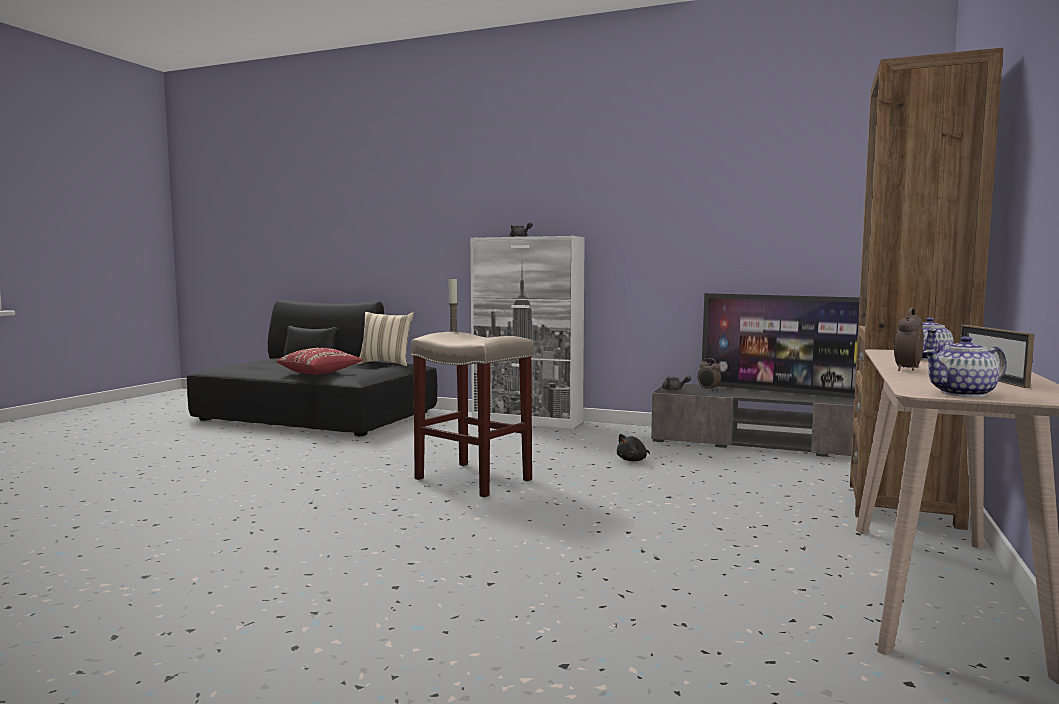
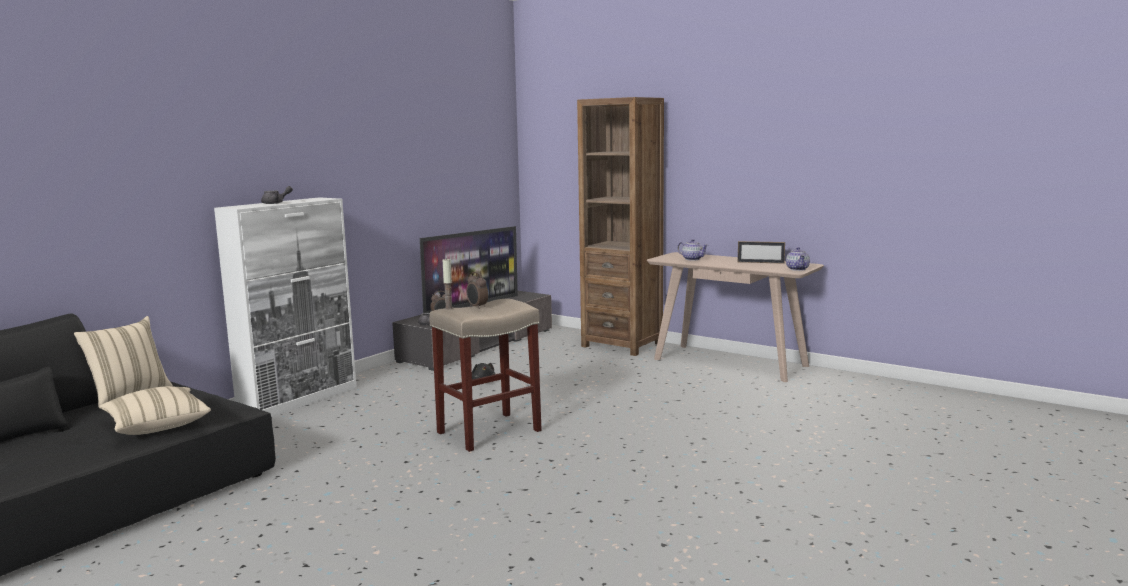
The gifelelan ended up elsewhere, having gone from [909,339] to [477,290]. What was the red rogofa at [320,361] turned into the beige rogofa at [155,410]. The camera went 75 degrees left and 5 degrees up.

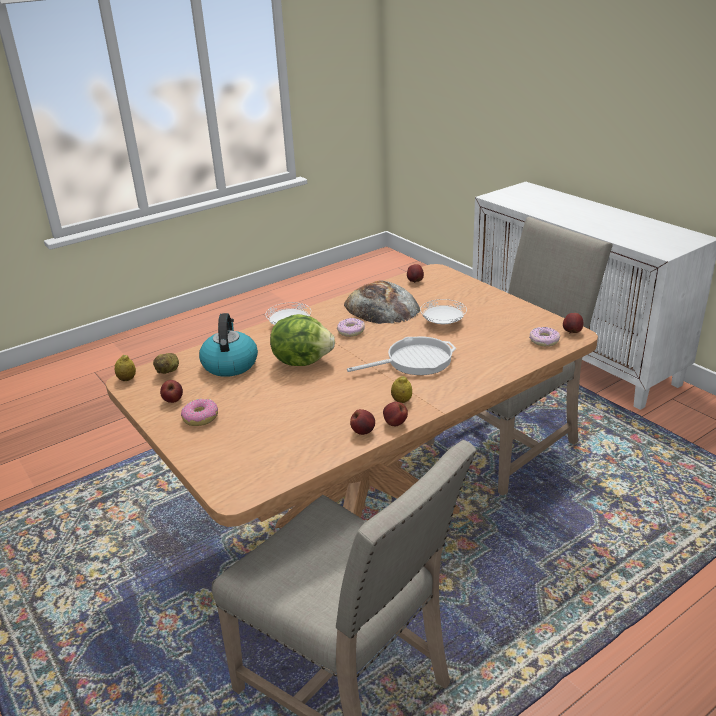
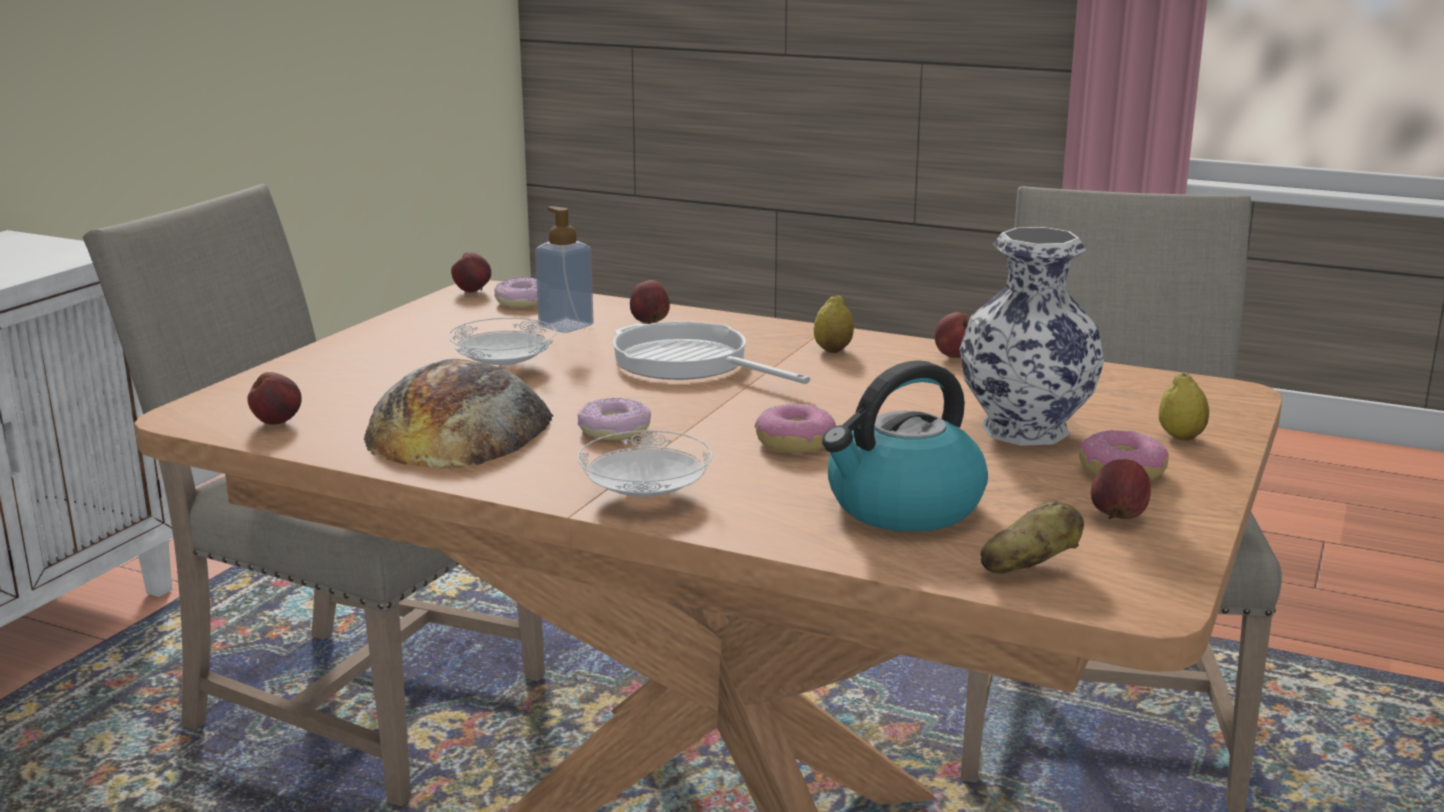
The second view gained the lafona at [564,269]. The second view gained the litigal at [1032,336]. The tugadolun ended up elsewhere, having gone from [125,368] to [1184,407]. The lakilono ended up elsewhere, having gone from [395,414] to [650,302]. Where the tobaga stood at [302,340], the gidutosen came to stand at [795,428]. The camera went 120 degrees left and 10 degrees down.

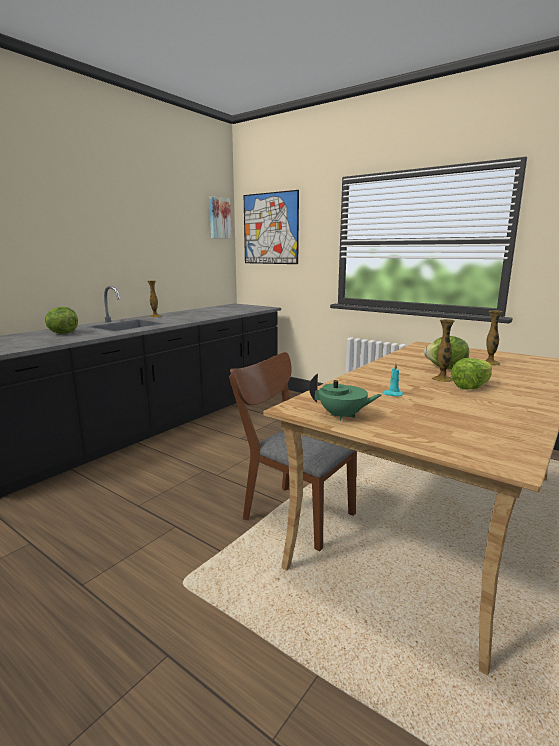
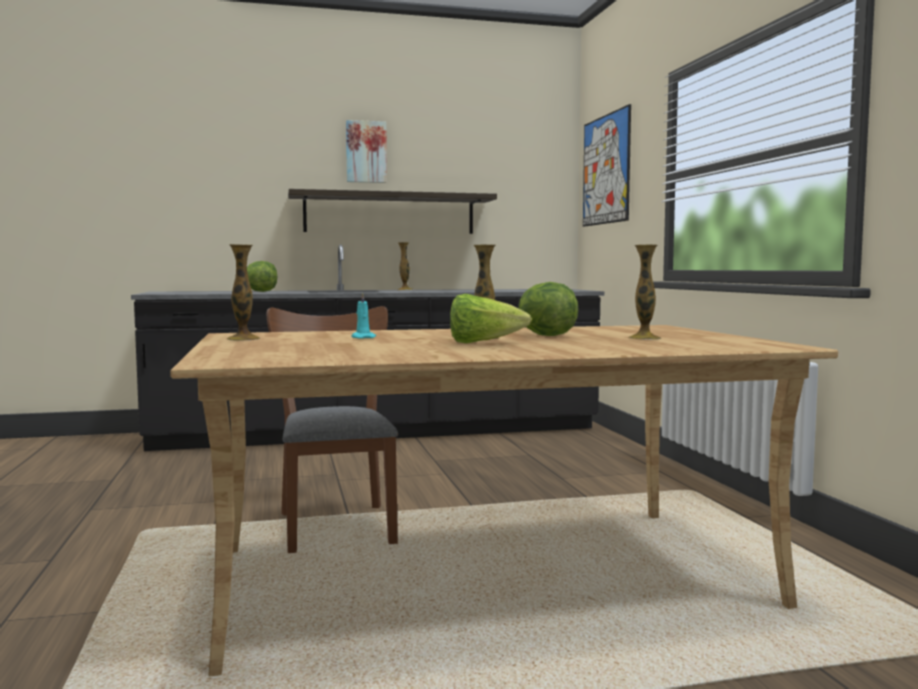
The second view gained the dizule at [392,211]. The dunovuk ended up elsewhere, having gone from [220,218] to [366,151]. Where the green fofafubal stood at [345,397], the litigal came to stand at [244,292]. The camera went 40 degrees right and 10 degrees down.

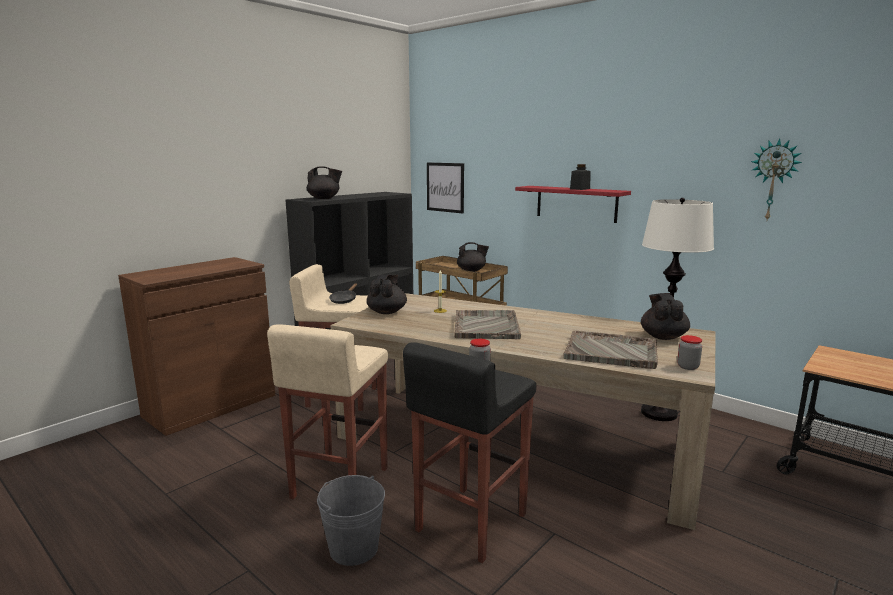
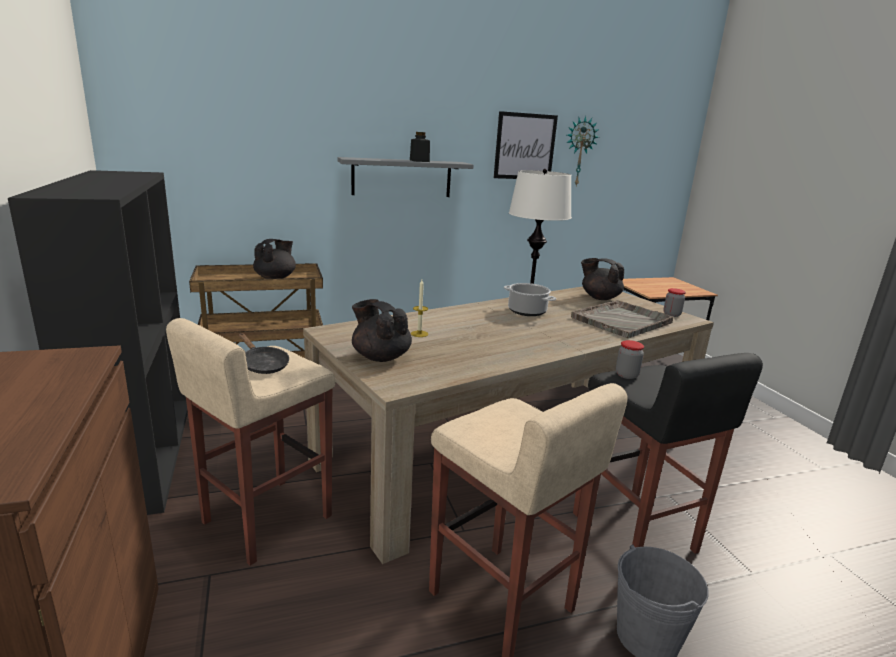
The second view lost the black fofafubal at [324,182]. The second view lost the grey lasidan at [487,324]. The second view gained the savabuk at [530,299]. The dunovuk ended up elsewhere, having gone from [445,187] to [526,145]. What was the red dizule at [573,204] turned into the grey dizule at [405,177]. The camera went 60 degrees left and 5 degrees up.

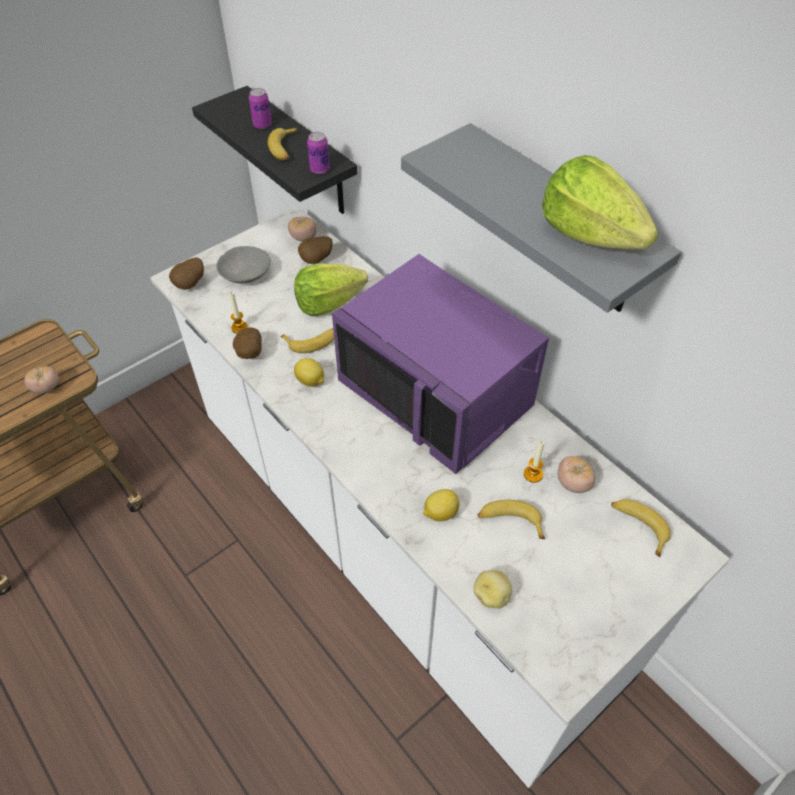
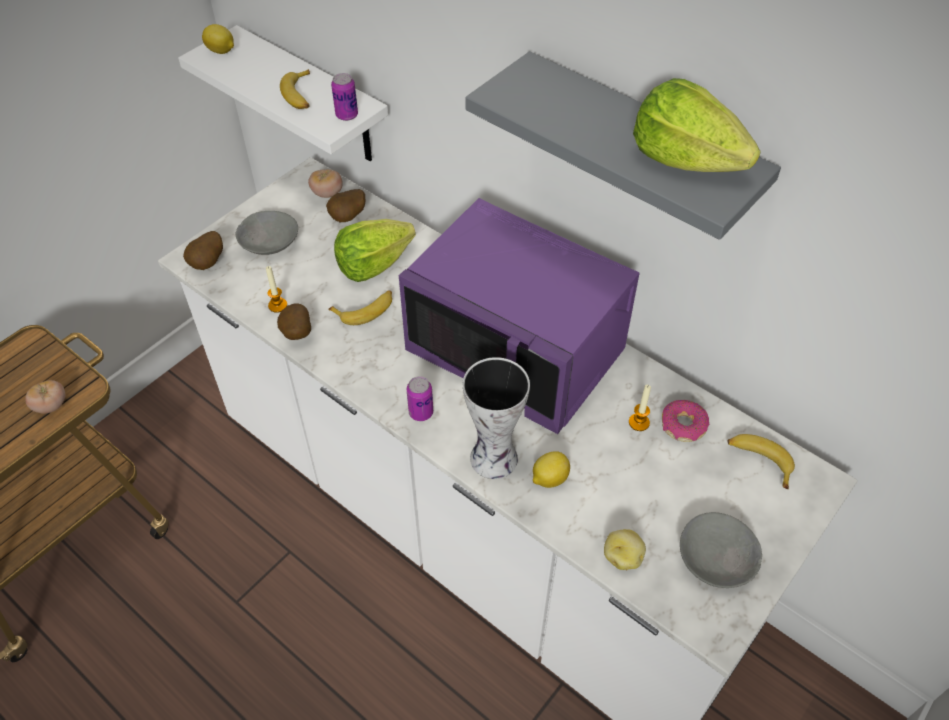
The second view lost the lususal at [511,519]. The second view gained the litigal at [496,418]. The second view gained the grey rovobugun at [721,550]. The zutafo ended up elsewhere, having gone from [260,108] to [419,398]. The tugadolun ended up elsewhere, having gone from [309,372] to [218,39]. Where the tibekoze stood at [576,474], the gidutosen came to stand at [685,421]. What was the black dizule at [274,150] turned into the white dizule at [283,93]. The camera went 10 degrees left and 0 degrees up.

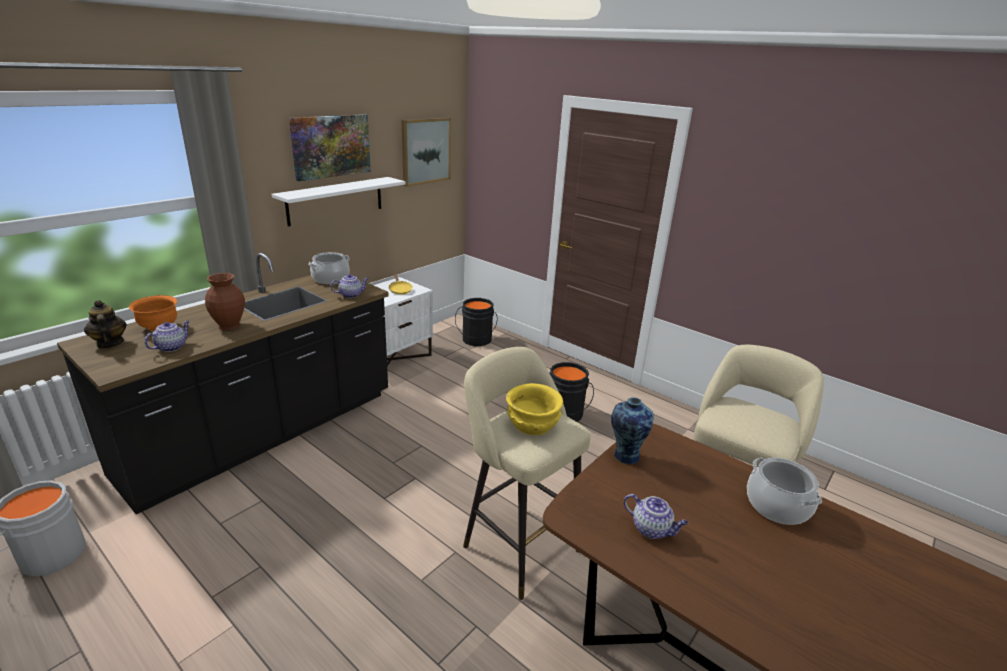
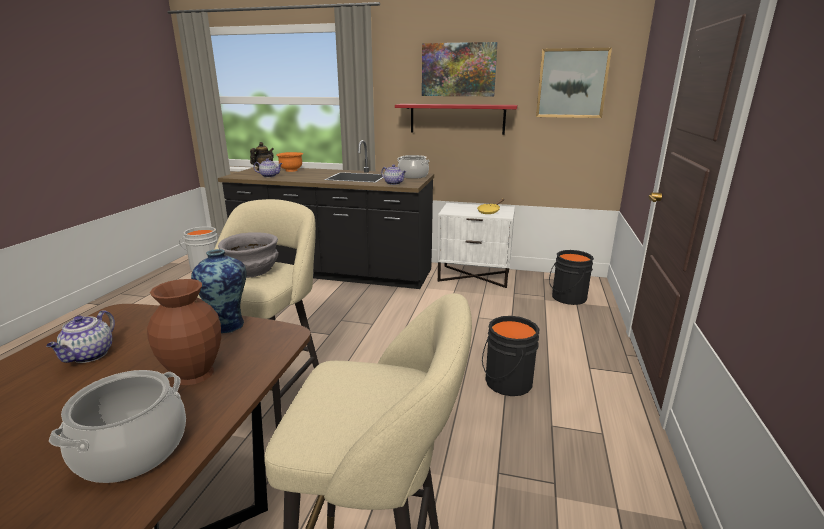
The brown litigal ended up elsewhere, having gone from [225,301] to [184,332]. What was the white dizule at [338,202] turned into the red dizule at [456,119]. What was the yellow rovobugun at [534,409] turned into the grey rovobugun at [248,255]. The camera went 65 degrees right and 5 degrees down.

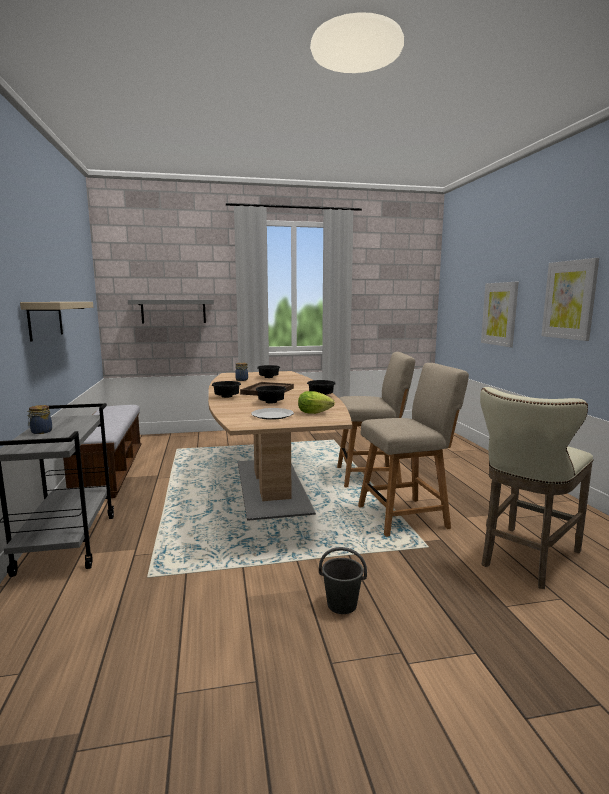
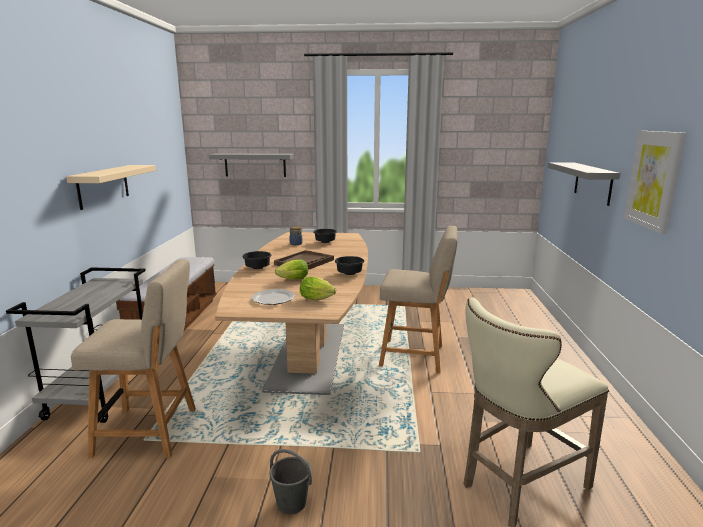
The second view lost the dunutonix at [39,419]. The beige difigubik ended up elsewhere, having gone from [413,450] to [133,358]. Where the black rovobugun stood at [271,394], the tobaga came to stand at [291,269]. Where the dunovuk hung at [499,314], the grey dizule came to hang at [584,184]. The camera went 15 degrees right and 5 degrees up.

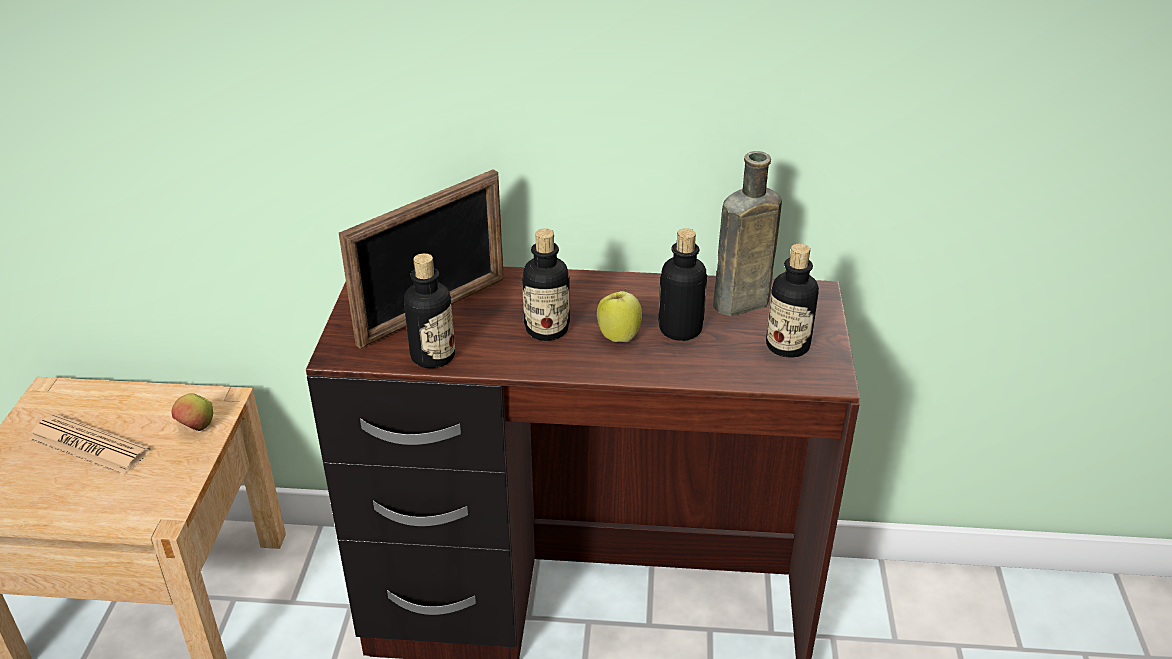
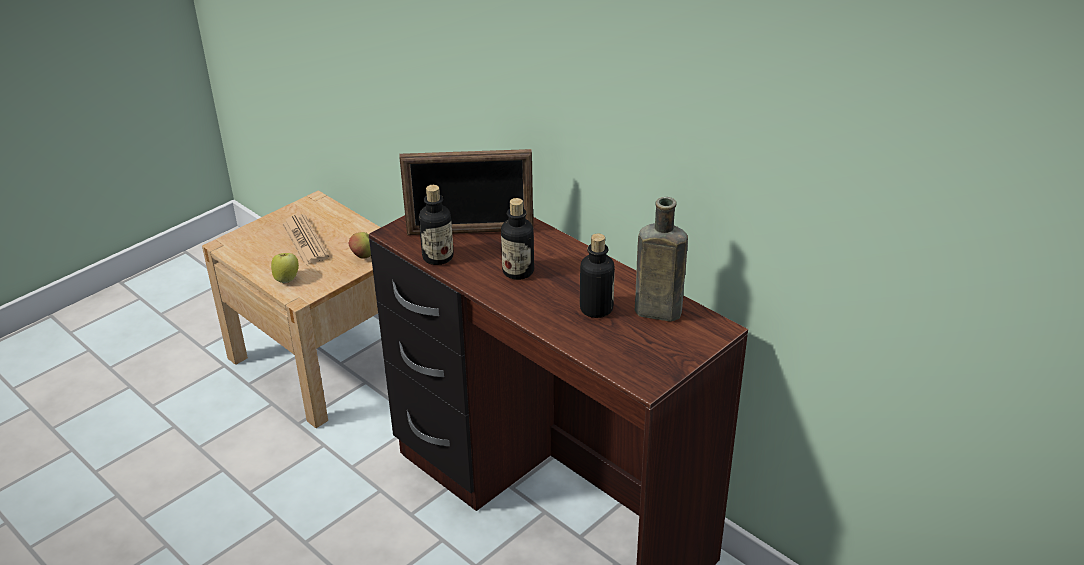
The second view lost the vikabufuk at [792,301]. The lakilono ended up elsewhere, having gone from [619,315] to [285,267]. The camera went 40 degrees right and 0 degrees up.

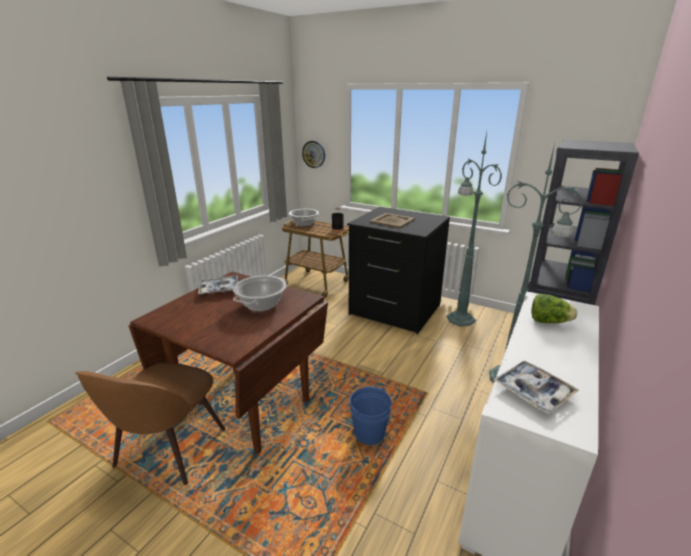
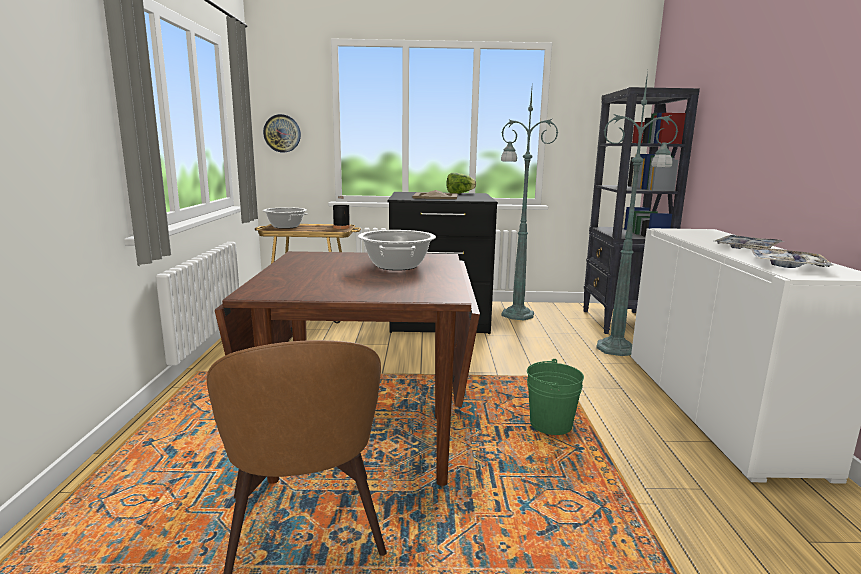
The lasidan ended up elsewhere, having gone from [218,285] to [749,242]. The tobaga ended up elsewhere, having gone from [554,308] to [461,183]. What was the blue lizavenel at [371,416] turned into the green lizavenel at [555,397]. The camera went 30 degrees left and 10 degrees down.

